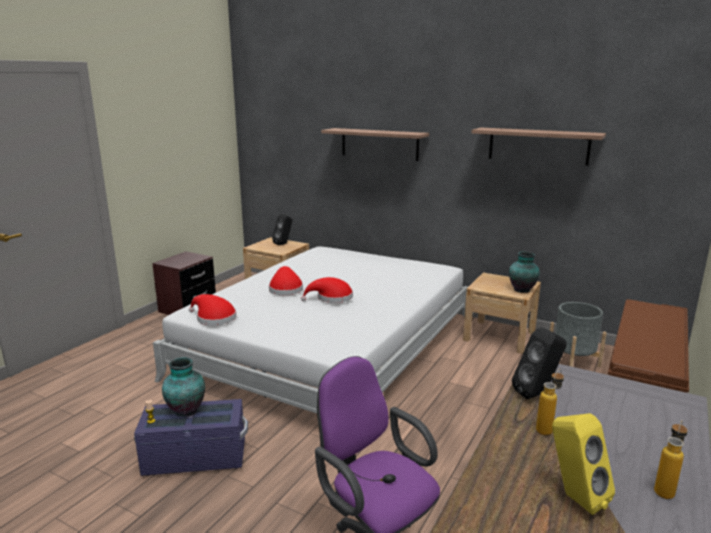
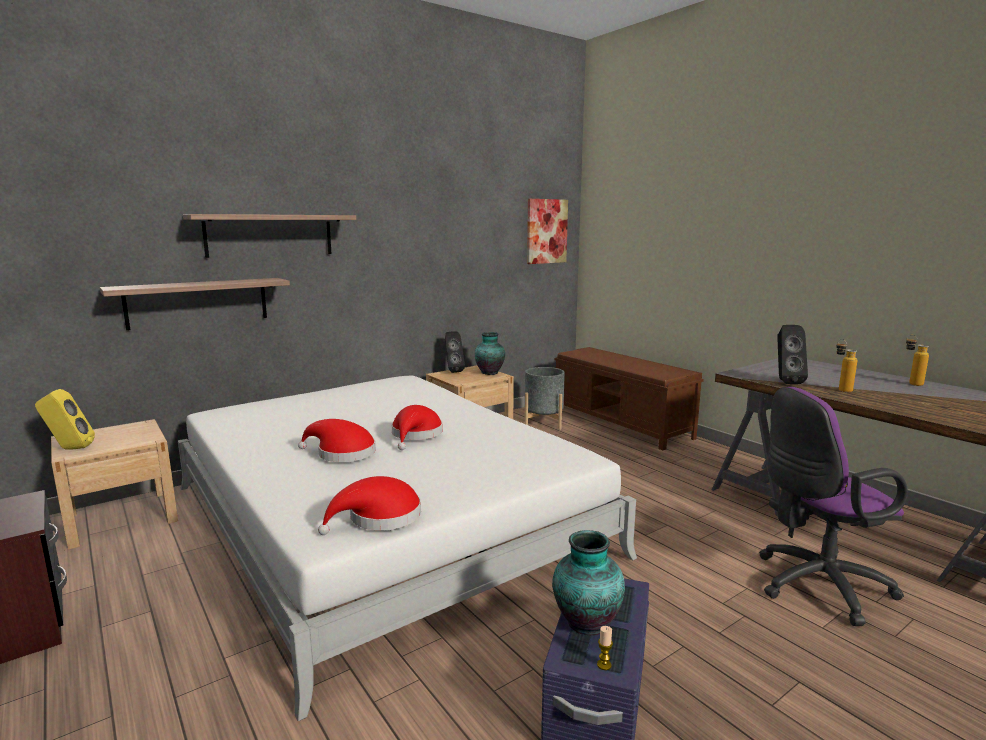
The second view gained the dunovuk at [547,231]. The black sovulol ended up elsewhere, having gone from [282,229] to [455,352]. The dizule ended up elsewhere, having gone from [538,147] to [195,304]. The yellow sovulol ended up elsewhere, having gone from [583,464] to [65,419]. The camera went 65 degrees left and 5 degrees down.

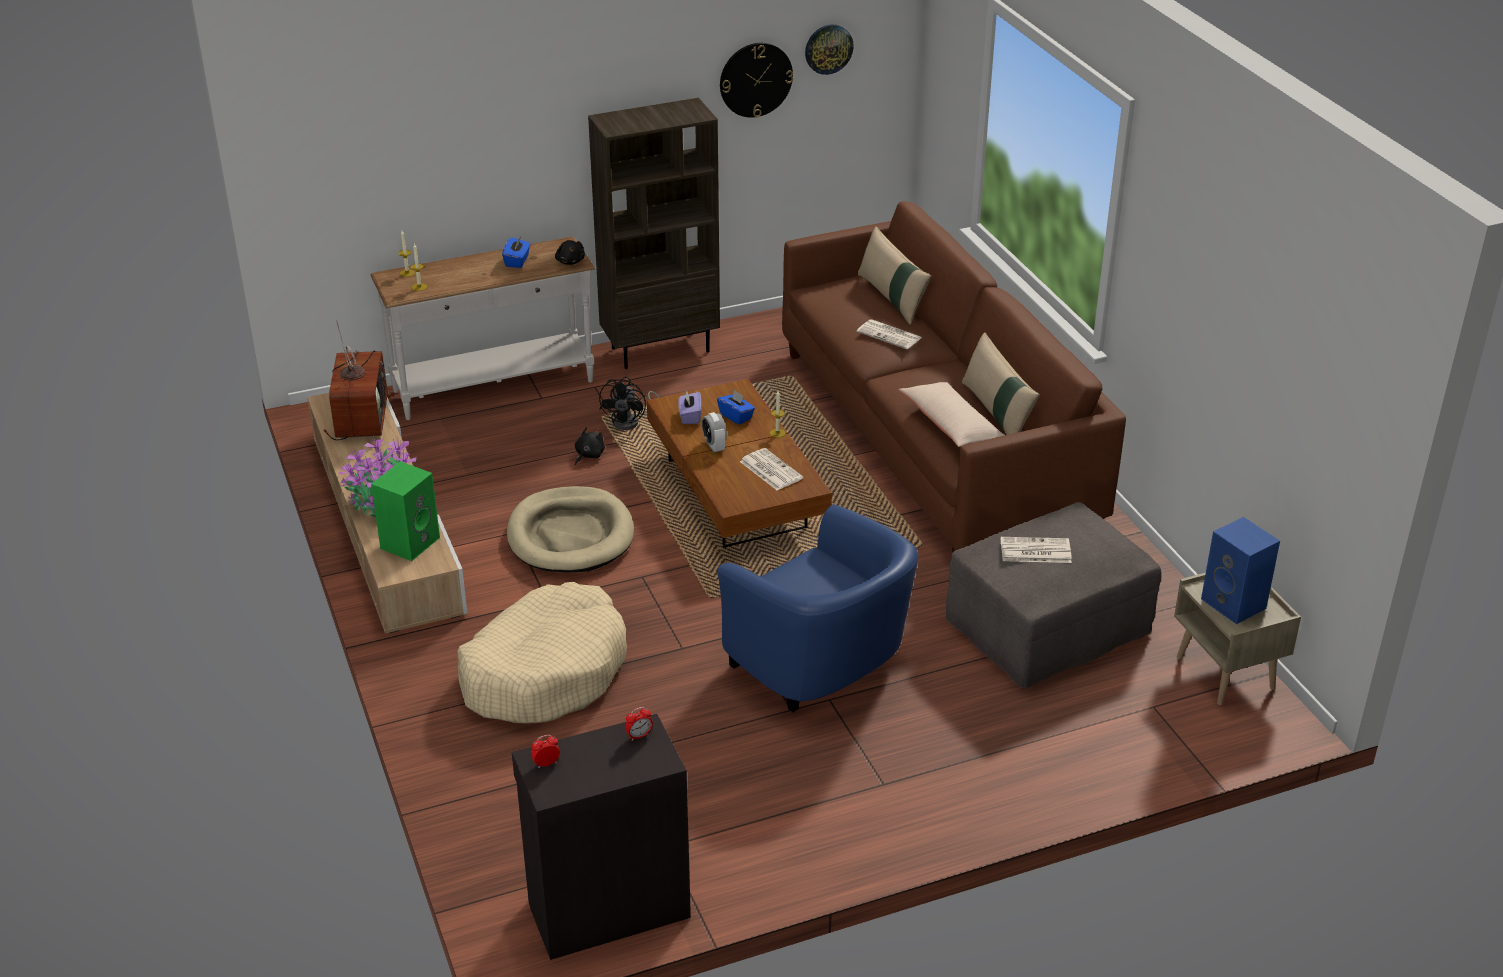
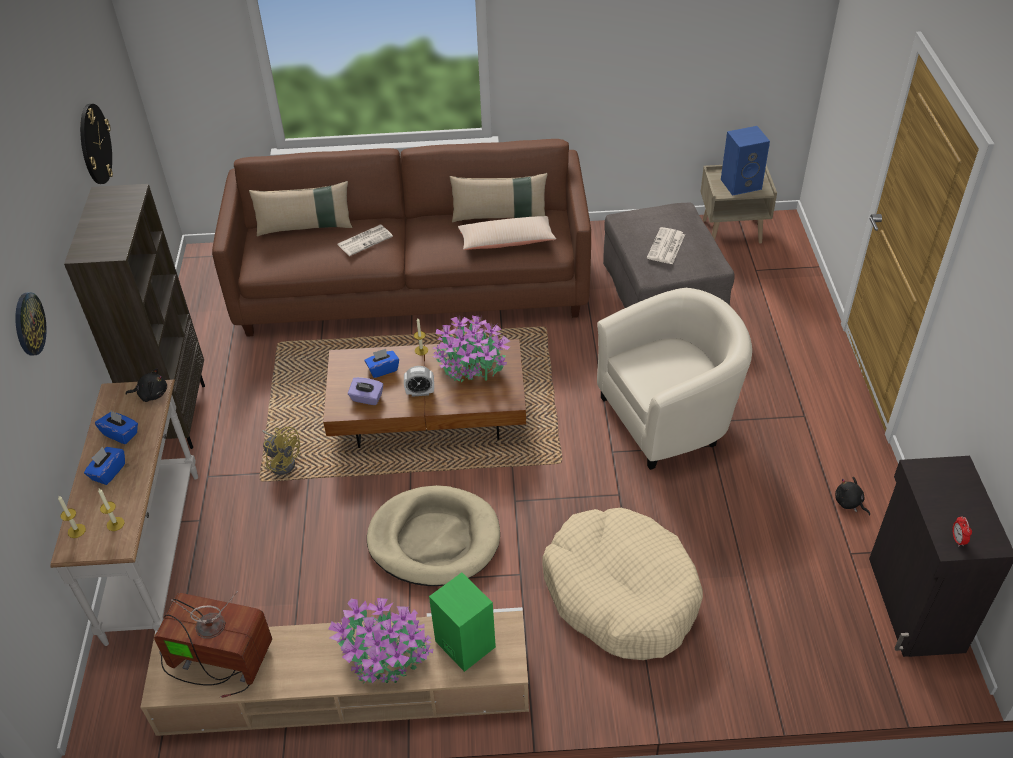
The second view lost the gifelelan at [639,724]. The second view gained the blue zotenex at [104,466]. The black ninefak ended up elsewhere, having gone from [590,446] to [852,496]. The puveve ended up elsewhere, having gone from [829,49] to [30,323]. Where the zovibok stood at [771,469], the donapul came to stand at [471,349]. What was the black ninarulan at [629,403] turned into the yellow ninarulan at [281,451]. What was the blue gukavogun at [817,608] turned into the beige gukavogun at [674,379]. The camera went 70 degrees left and 10 degrees up.

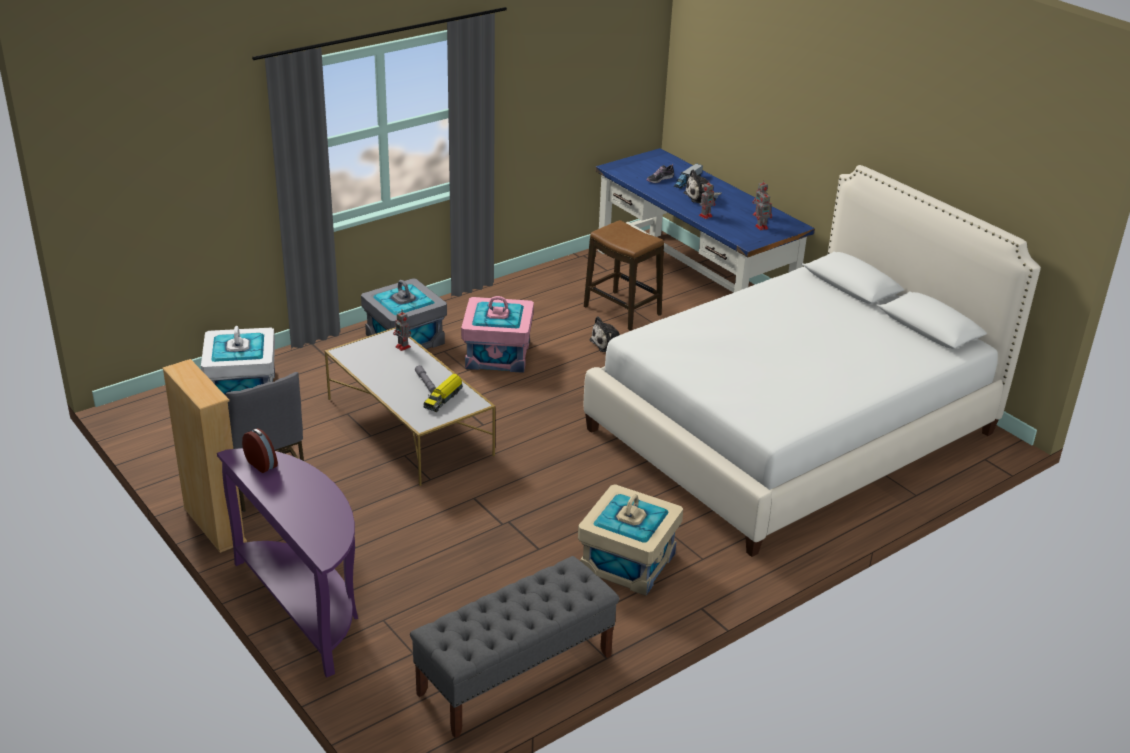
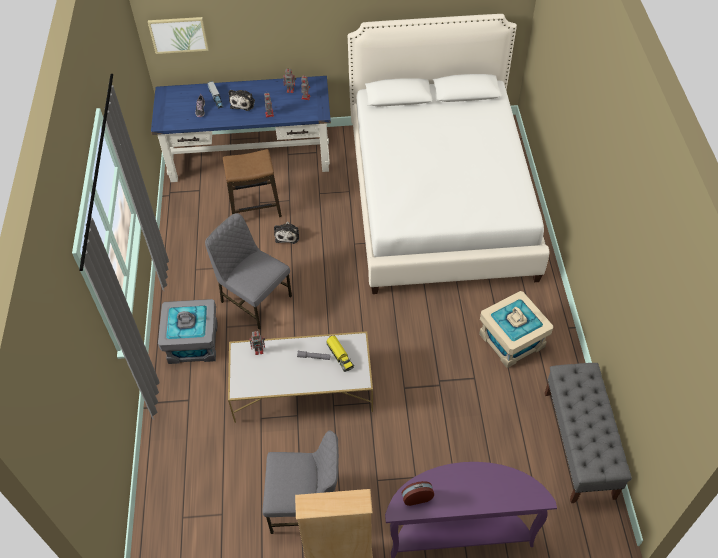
The second view lost the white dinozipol at [238,360]. The second view gained the dunovuk at [178,35]. Where the pink dinozipol stood at [497,334], the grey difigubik came to stand at [248,271]. The camera went 55 degrees left and 20 degrees up.

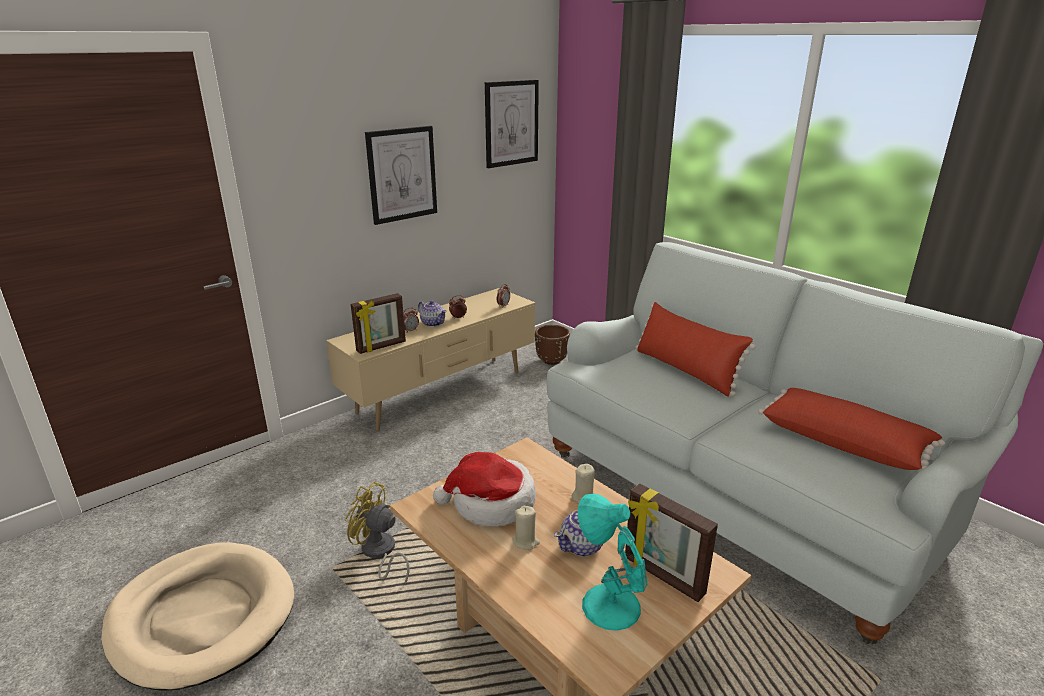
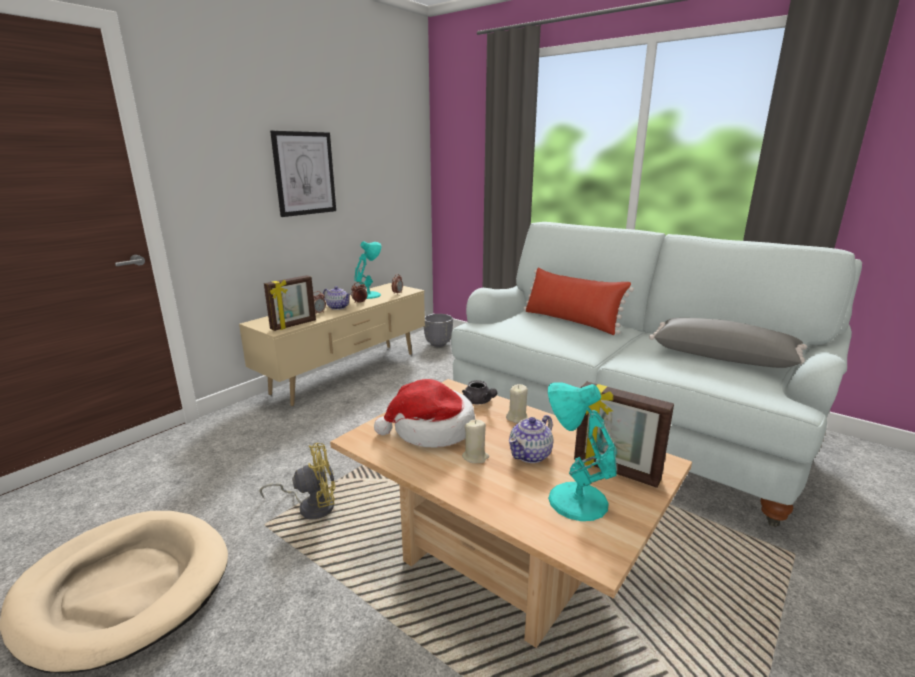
The second view lost the dunovuk at [512,124]. The second view gained the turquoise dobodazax at [367,270]. The second view gained the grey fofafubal at [479,392]. What was the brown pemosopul at [552,345] turned into the grey pemosopul at [438,330]. What was the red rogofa at [852,429] turned into the grey rogofa at [728,343]. The yellow ninarulan at [377,533] ended up facing another way, 150 degrees clockwise from before. The camera went 10 degrees left and 5 degrees down.

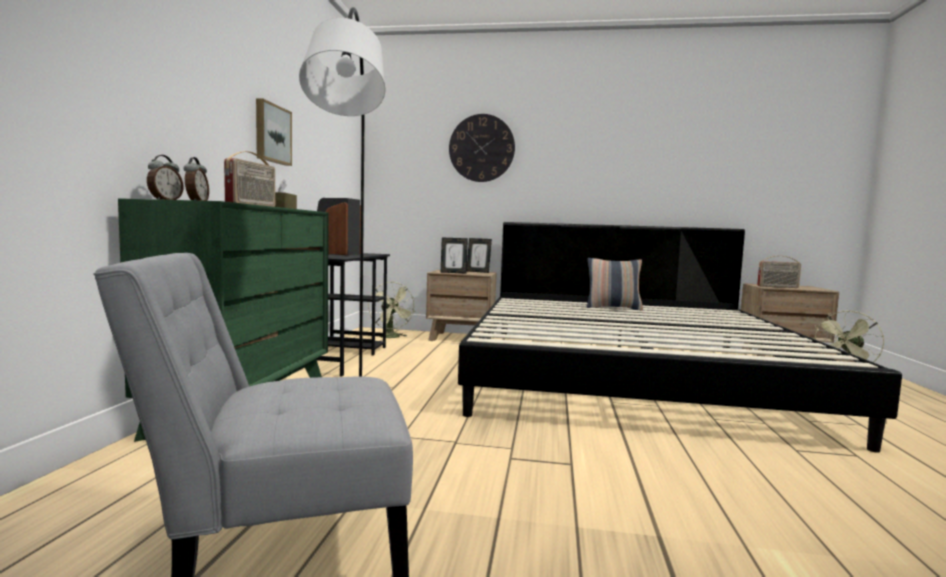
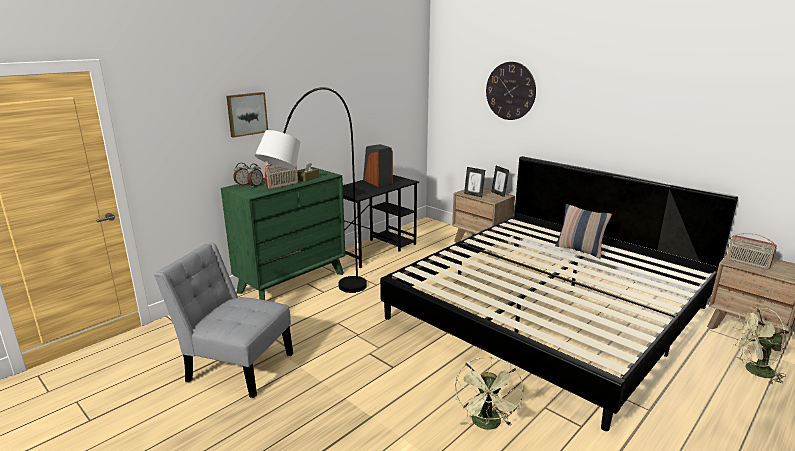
The dunovuk ended up elsewhere, having gone from [274,132] to [247,115]. The green ninarulan ended up elsewhere, having gone from [391,310] to [489,393]. The camera went 35 degrees right and 15 degrees up.

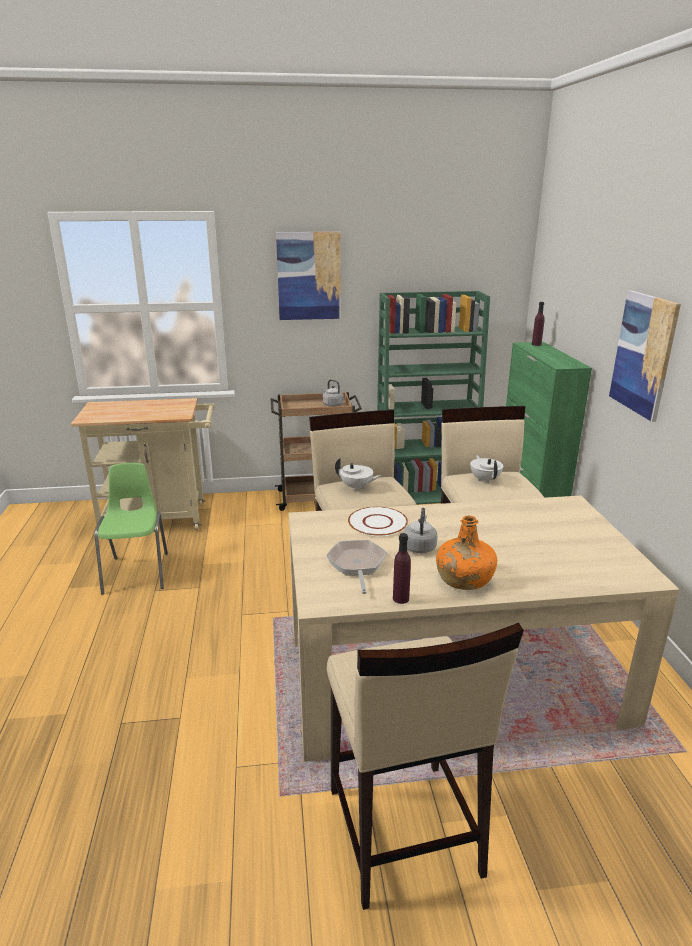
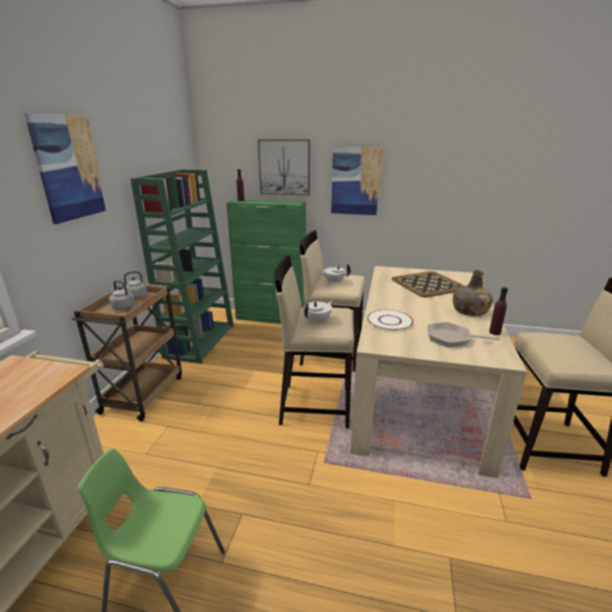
The second view gained the dunovuk at [284,167]. The second view gained the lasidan at [428,284]. The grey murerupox ended up elsewhere, having gone from [420,530] to [122,295]. What was the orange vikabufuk at [466,552] turned into the green vikabufuk at [473,293]. The camera went 70 degrees left and 0 degrees up.

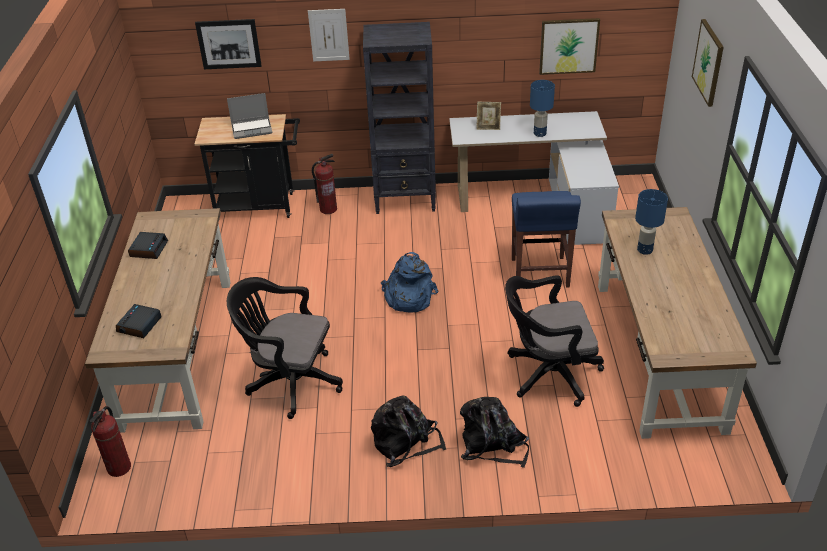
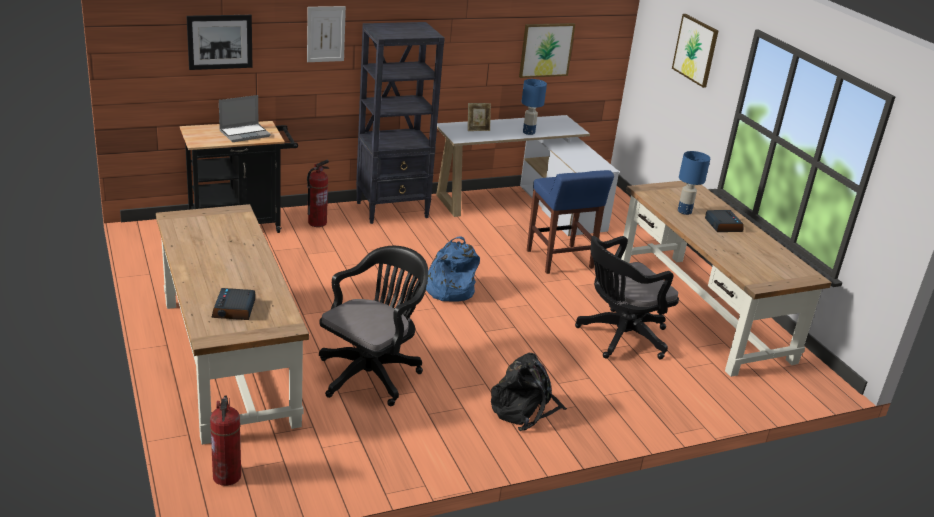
The second view lost the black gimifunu at [494,432]. The gifelelan ended up elsewhere, having gone from [148,245] to [724,221]. The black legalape at [285,348] ended up facing another way, 135 degrees clockwise from before. The camera went 25 degrees left and 10 degrees down.

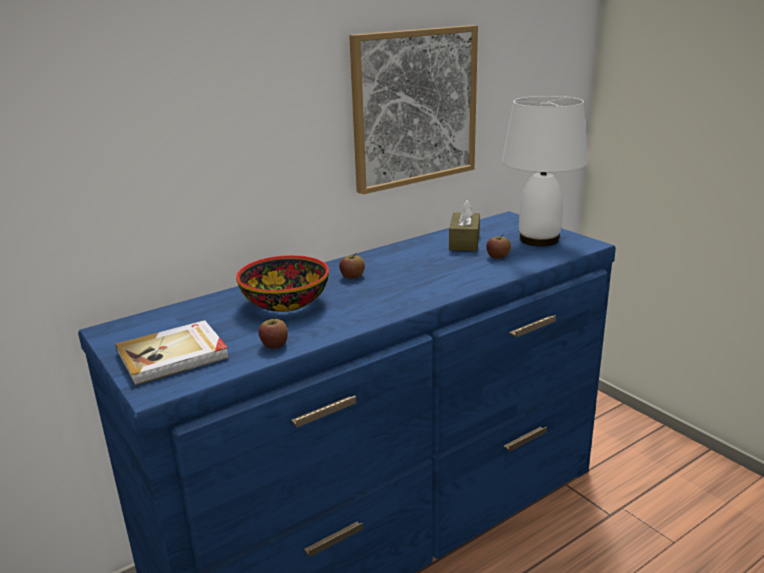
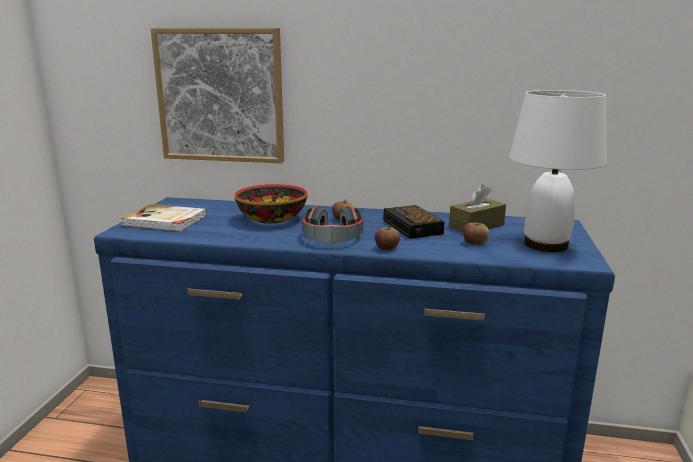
The second view gained the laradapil at [332,225]. The second view gained the gifelelan at [414,222]. The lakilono ended up elsewhere, having gone from [273,332] to [387,237]. The dunovuk ended up elsewhere, having gone from [413,110] to [217,95]. The camera went 45 degrees right and 5 degrees down.

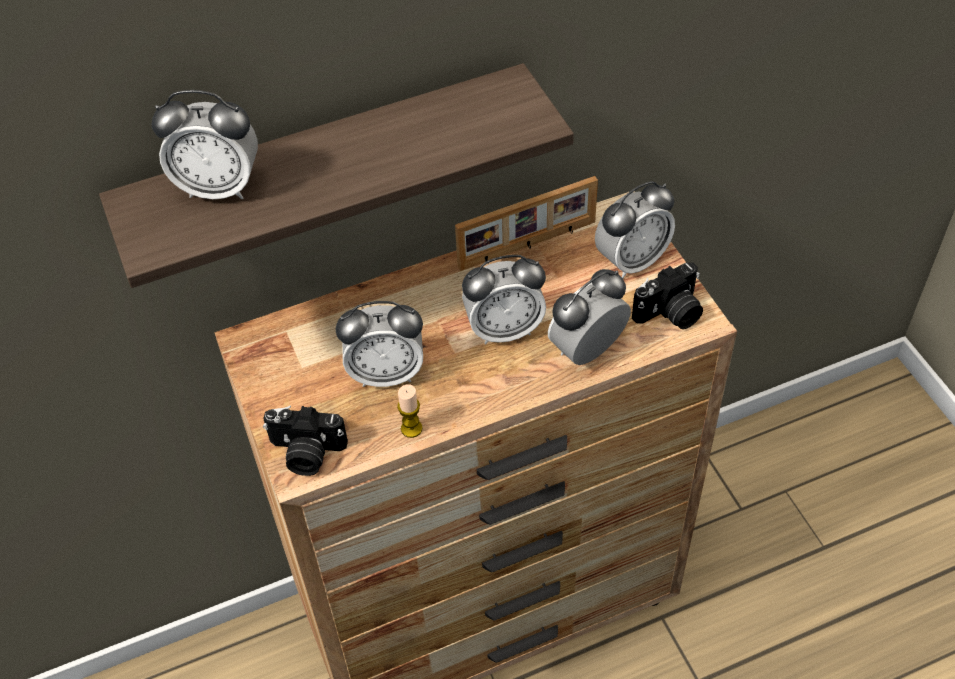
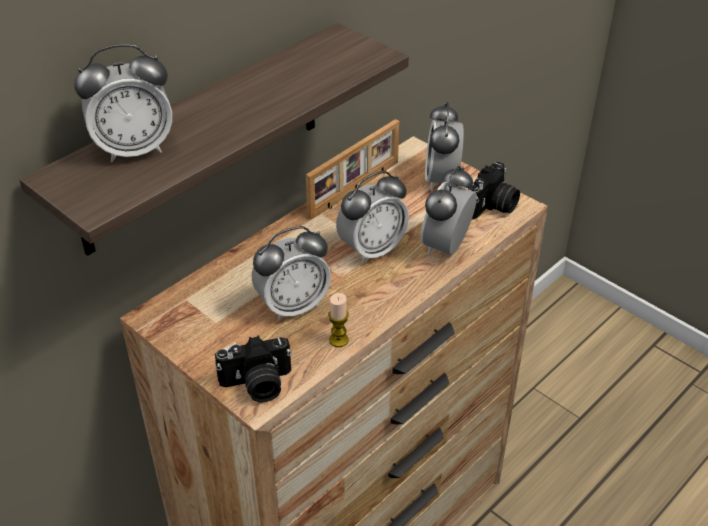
The gifelelan at [635,229] ended up facing another way, 150 degrees clockwise from before. The camera went 25 degrees left and 10 degrees down.

